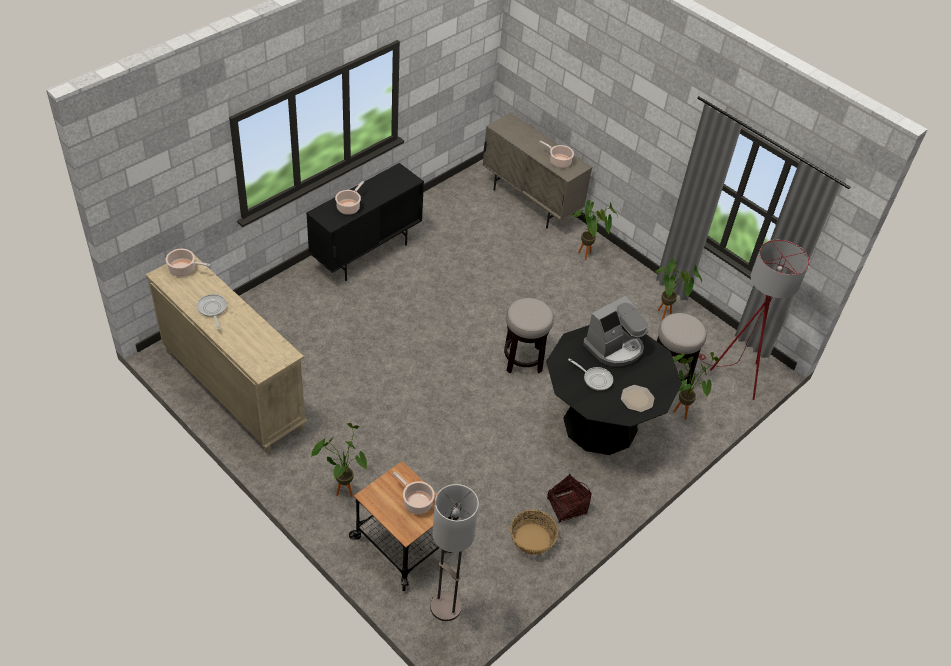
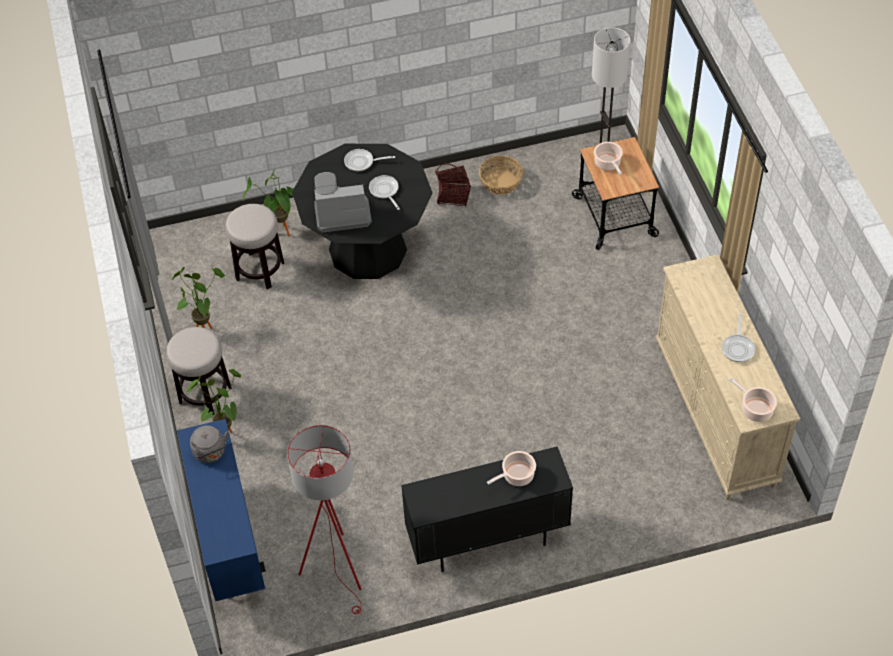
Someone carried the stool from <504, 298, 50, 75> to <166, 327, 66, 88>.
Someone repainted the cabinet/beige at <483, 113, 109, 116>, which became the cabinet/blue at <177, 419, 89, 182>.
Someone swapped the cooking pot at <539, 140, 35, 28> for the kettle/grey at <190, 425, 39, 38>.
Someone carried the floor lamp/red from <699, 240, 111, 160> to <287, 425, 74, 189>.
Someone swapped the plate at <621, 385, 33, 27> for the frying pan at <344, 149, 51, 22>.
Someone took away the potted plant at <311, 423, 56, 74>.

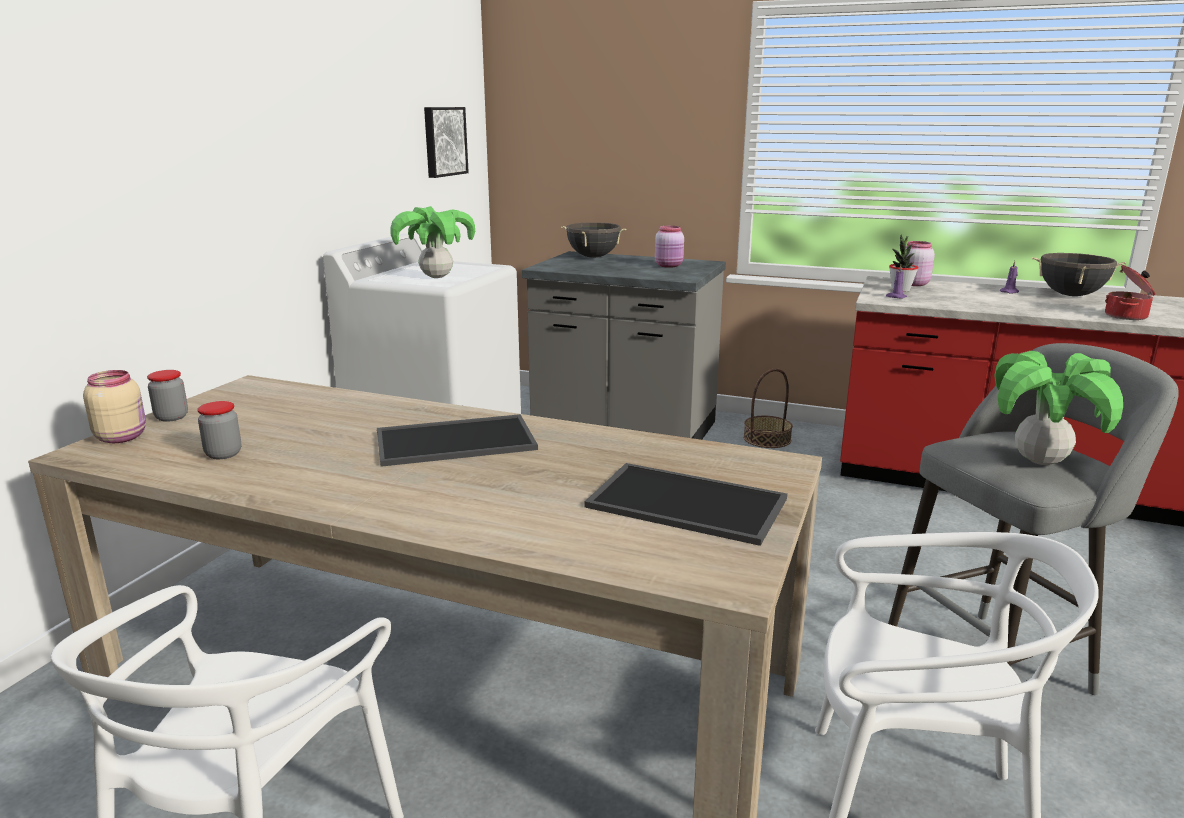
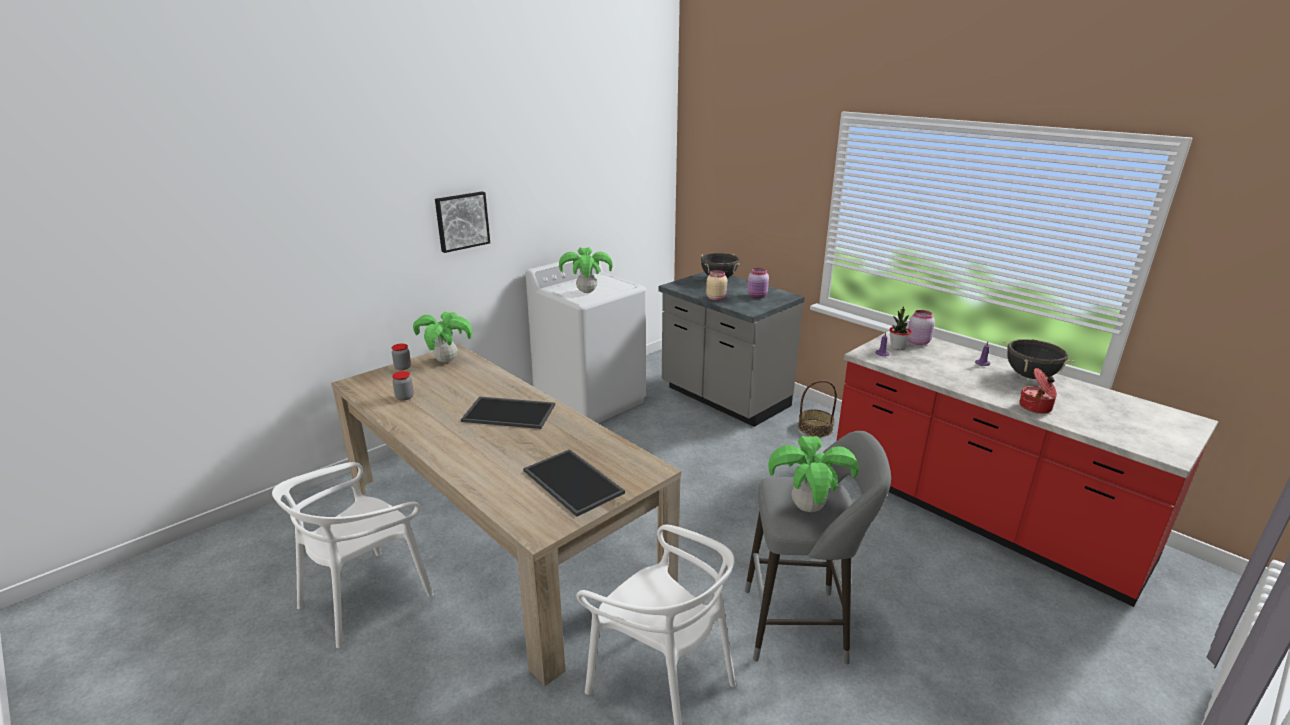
Someone put down the potted plant at <413, 312, 59, 51>.
Someone carried the picture from <424, 107, 45, 71> to <435, 192, 55, 61>.
Someone carried the jar/beige from <83, 370, 63, 73> to <706, 270, 21, 31>.

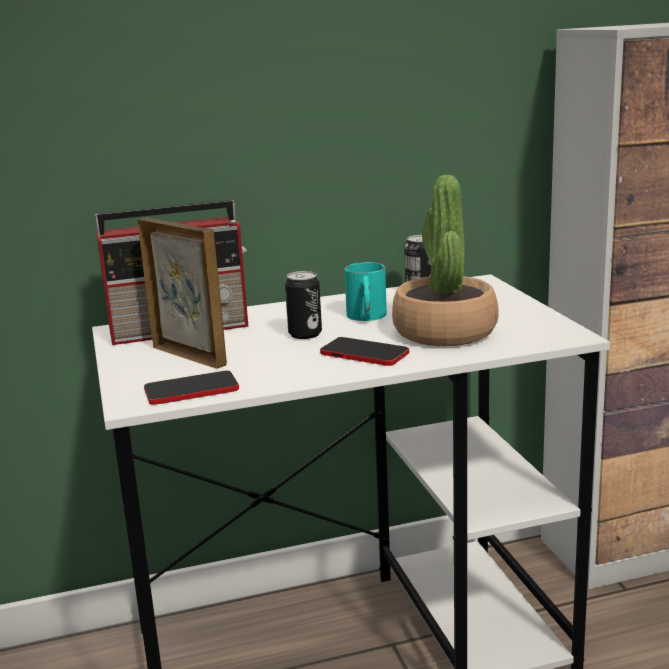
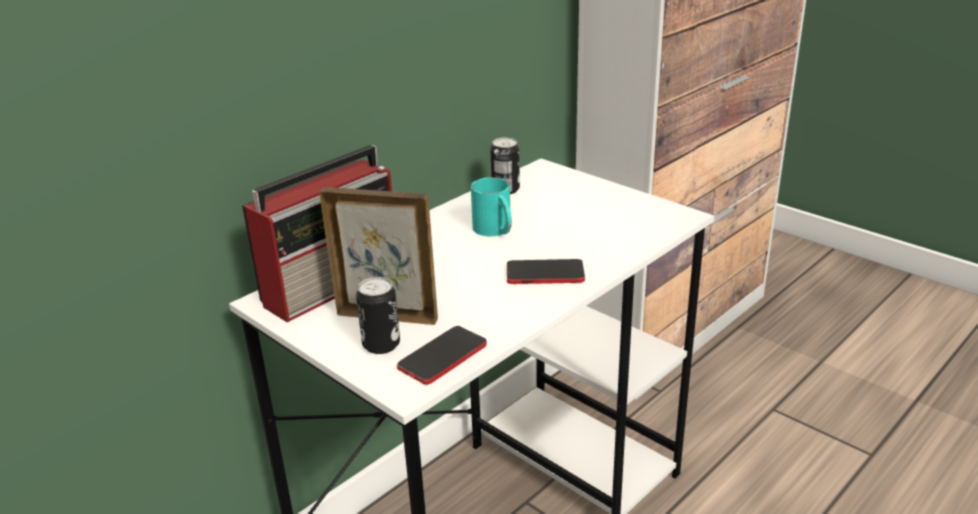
Someone carried the can from <285, 271, 37, 68> to <356, 277, 44, 77>.
Someone took away the potted plant at <392, 175, 107, 171>.

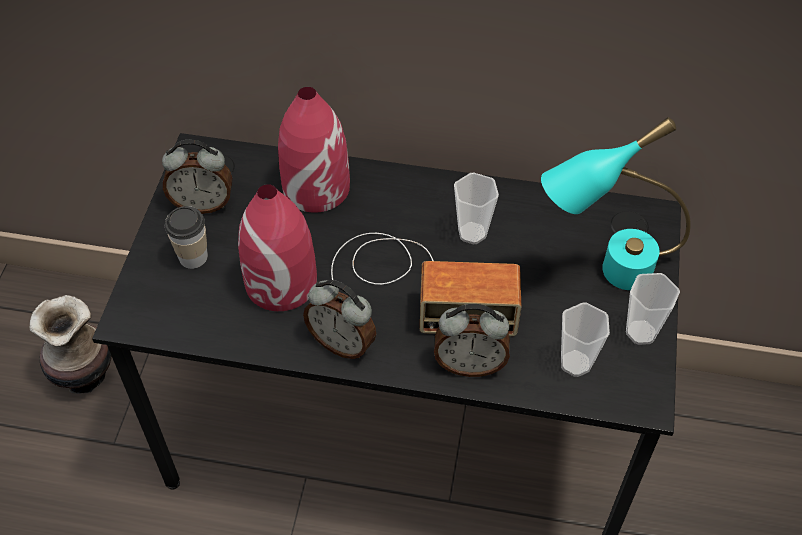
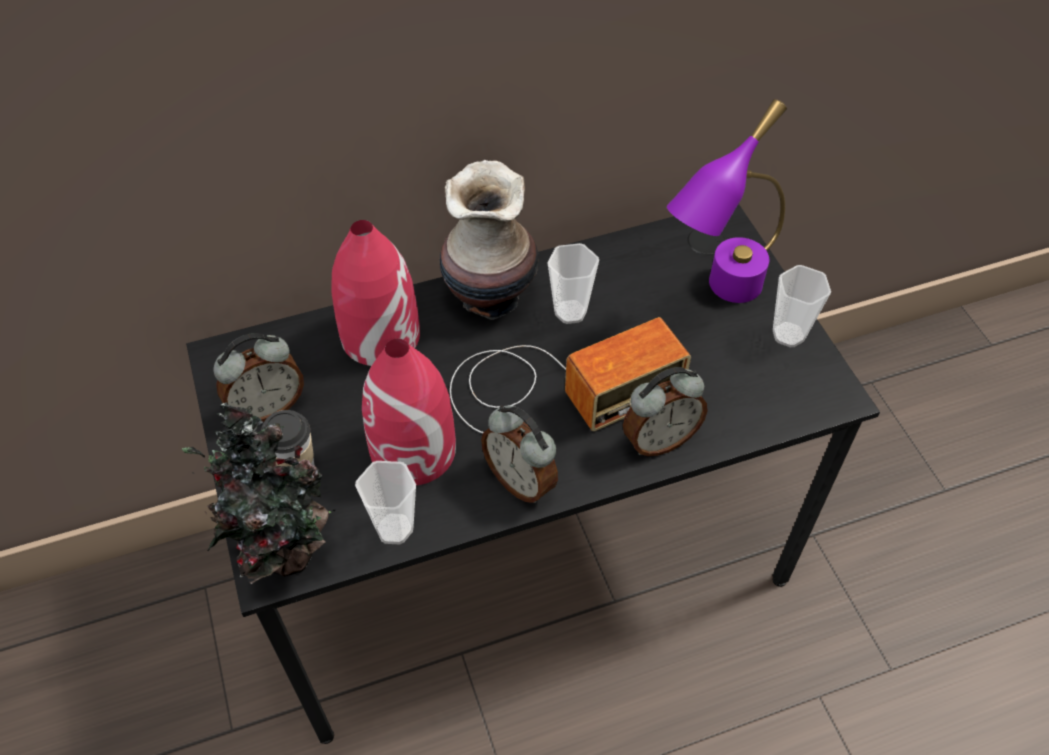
Someone put down the potted plant at <182, 401, 153, 183>.
Someone carried the cup from <561, 302, 49, 75> to <355, 461, 61, 84>.
Someone carried the vase from <30, 295, 82, 99> to <440, 160, 99, 160>.
Someone rotated the alarm clock at <303, 280, 73, 79> by 45 degrees clockwise.
Someone repainted the table lamp/turquoise at <541, 117, 150, 173>, which became the table lamp/purple at <667, 99, 120, 204>.

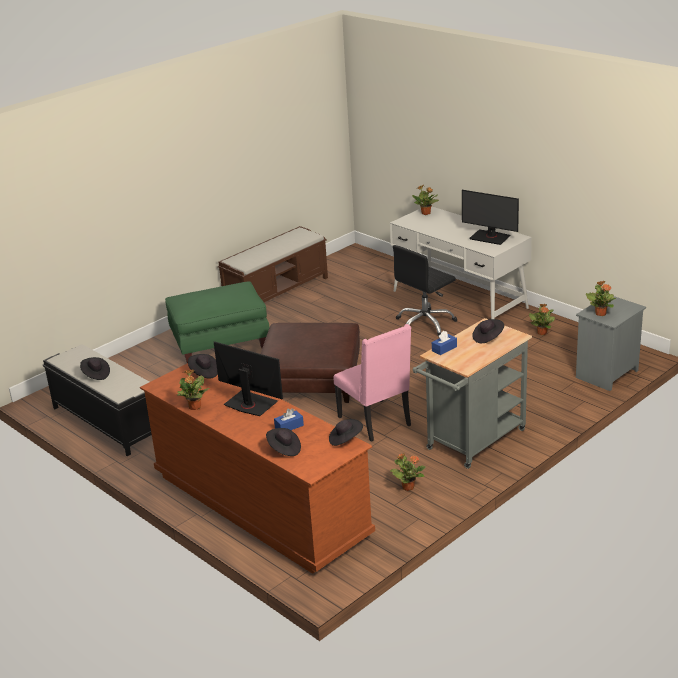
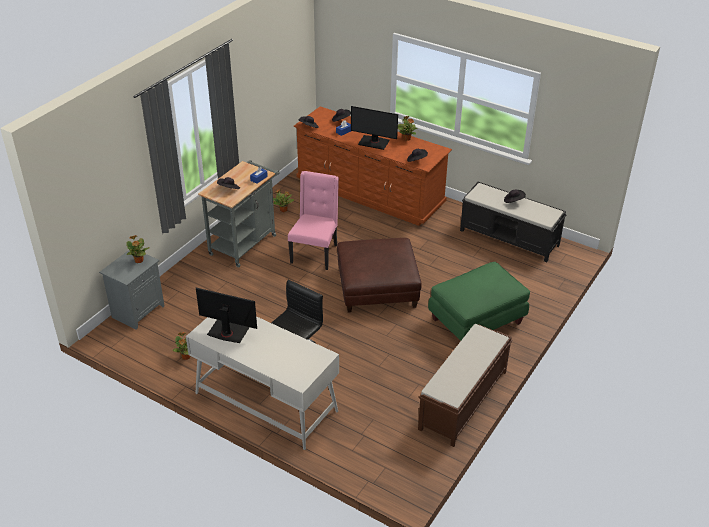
Someone rotated the chair/pink at <334, 324, 77, 117> by 60 degrees clockwise.
Someone took away the potted plant at <412, 185, 27, 30>.

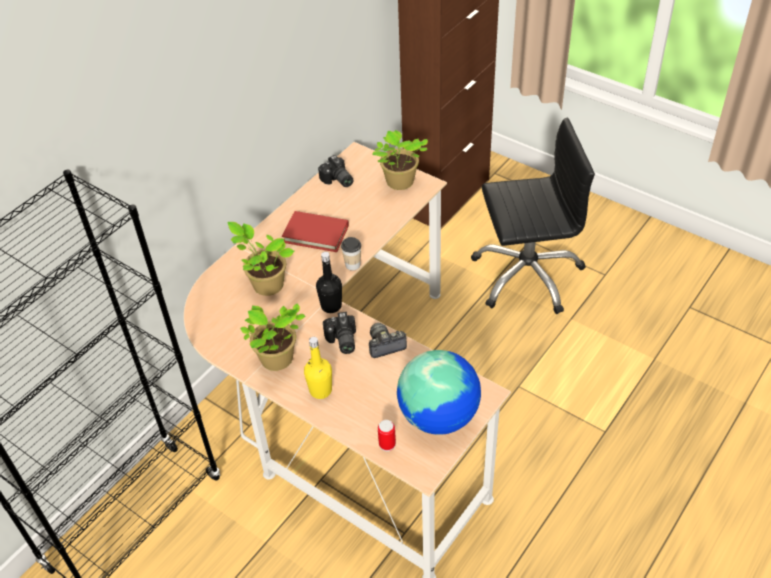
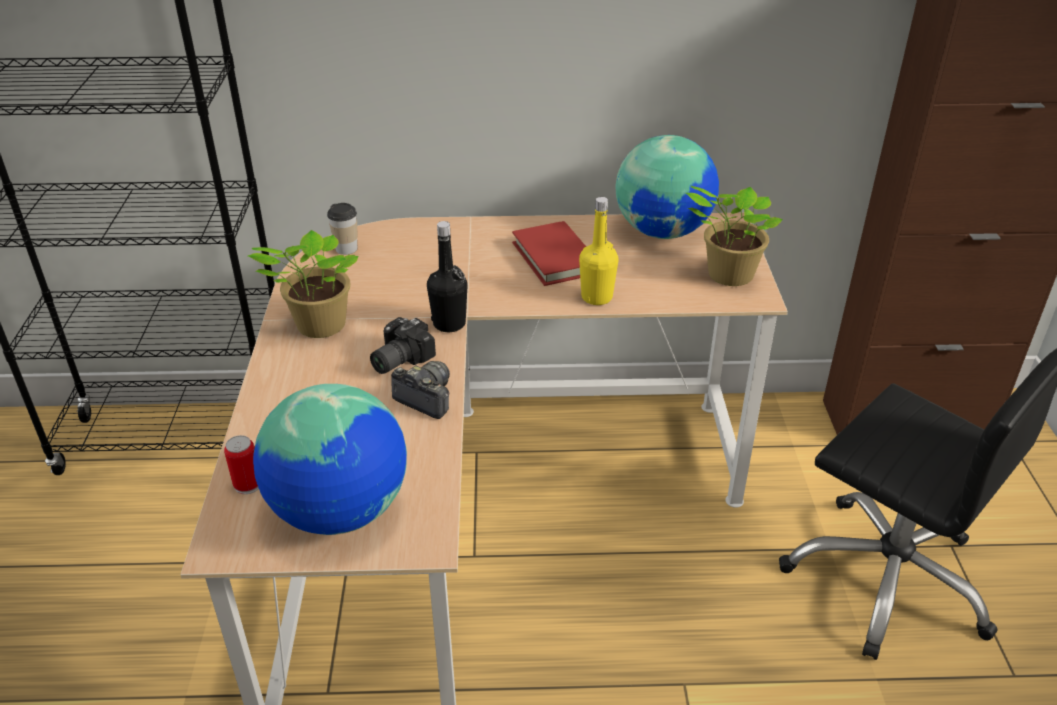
Someone carried the cup from <341, 237, 20, 34> to <327, 203, 31, 52>.
Someone carried the bottle/yellow from <304, 337, 28, 62> to <579, 197, 39, 108>.
Someone swapped the photo camera at <318, 155, 35, 32> for the globe at <616, 135, 103, 104>.
Someone took away the potted plant at <228, 222, 67, 74>.

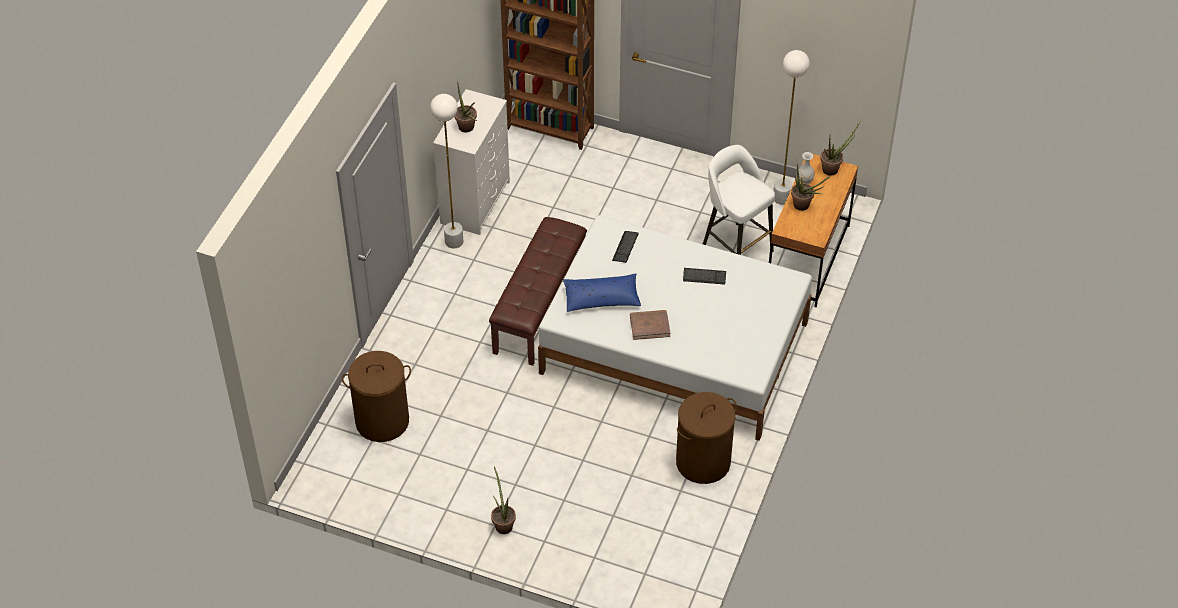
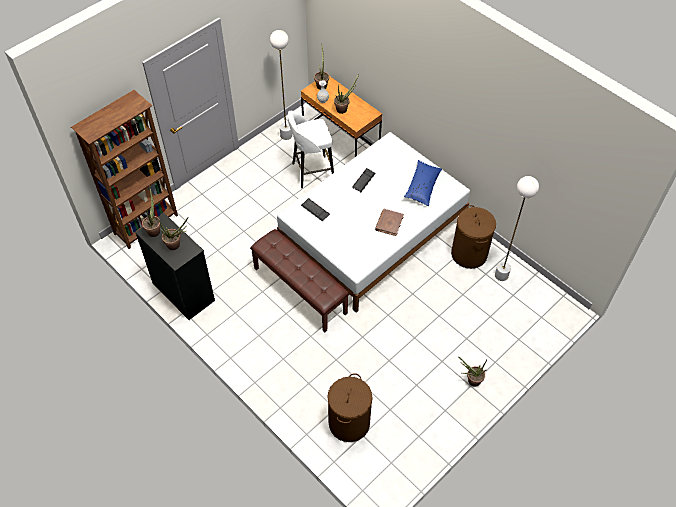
Someone repainted the dresser/white at <433, 89, 77, 146>, which became the dresser/black at <135, 213, 80, 107>.
Someone put down the potted plant at <142, 186, 18, 51>.
Someone carried the pillow/blue from <563, 273, 78, 39> to <404, 160, 38, 46>.
Someone carried the floor lamp/white from <430, 94, 33, 154> to <495, 176, 44, 105>.

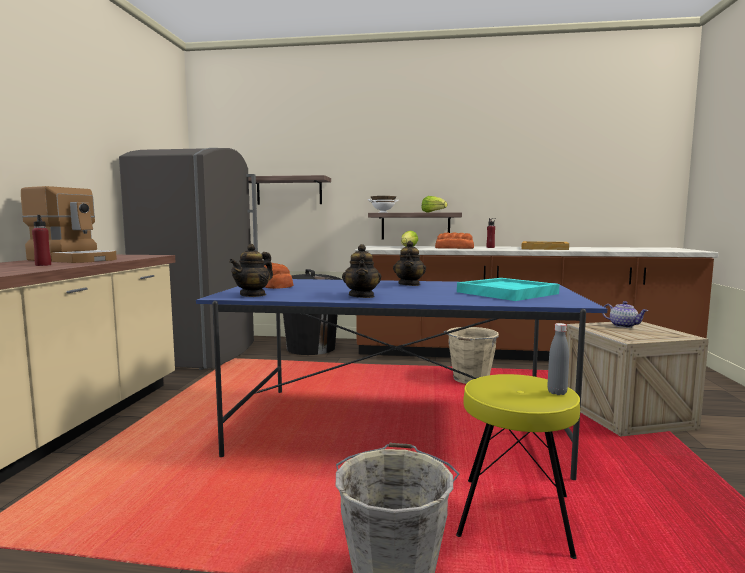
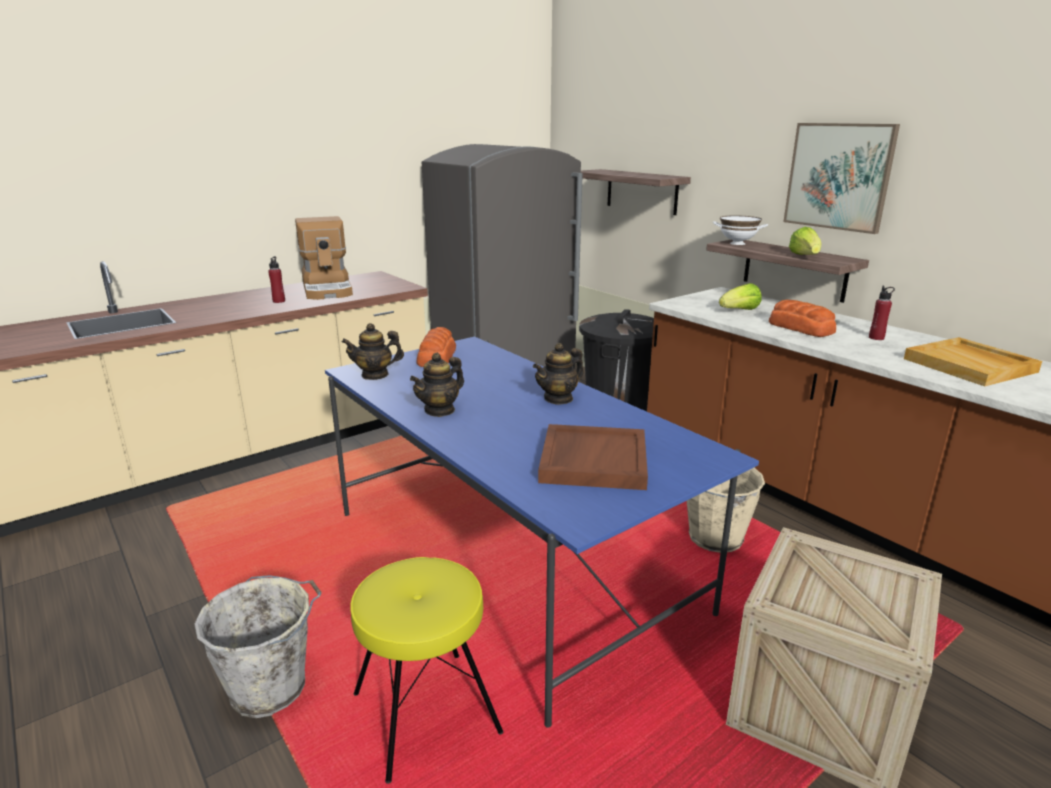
Someone repainted the tray/turquoise at <457, 278, 103, 23>, which became the tray/brown at <538, 424, 110, 66>.
Someone put up the picture at <783, 123, 117, 111>.
Someone took away the bottle/grey at <547, 323, 22, 72>.
Someone took away the teapot at <602, 301, 46, 27>.

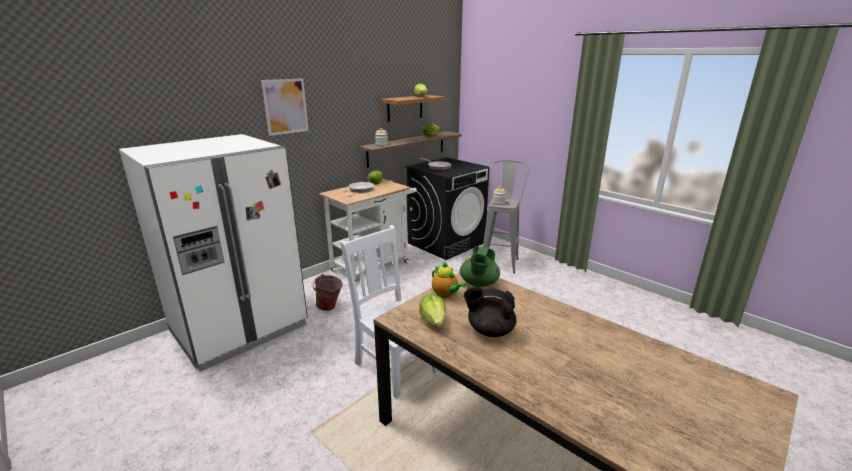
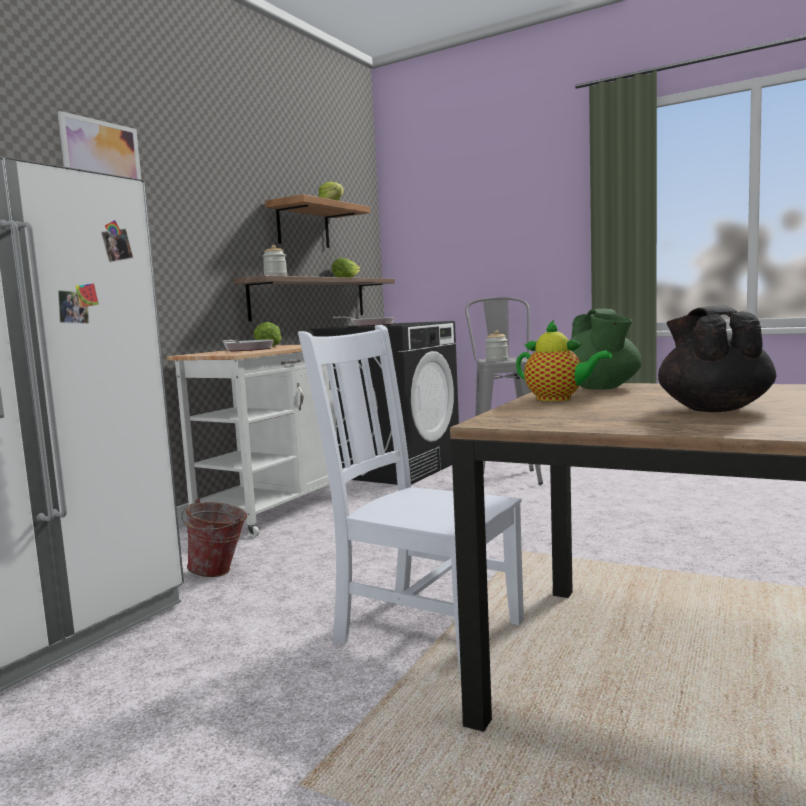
Someone rotated the teapot/black at <464, 287, 52, 50> by 90 degrees clockwise.
Someone took away the lettuce at <419, 294, 27, 33>.

